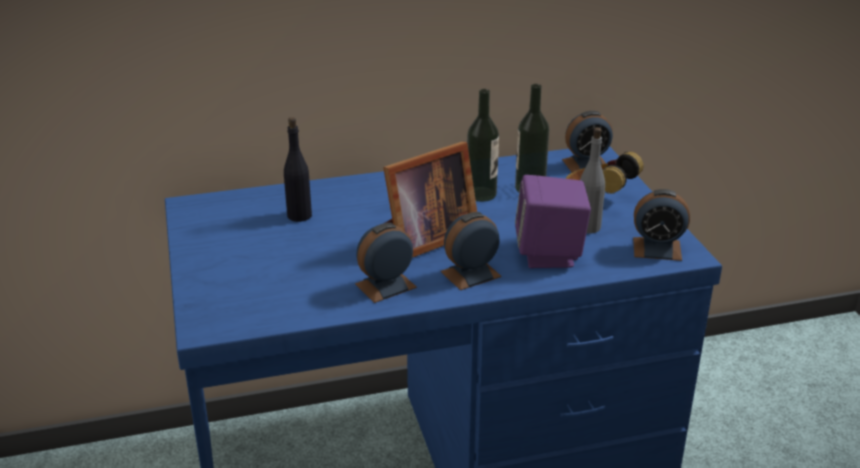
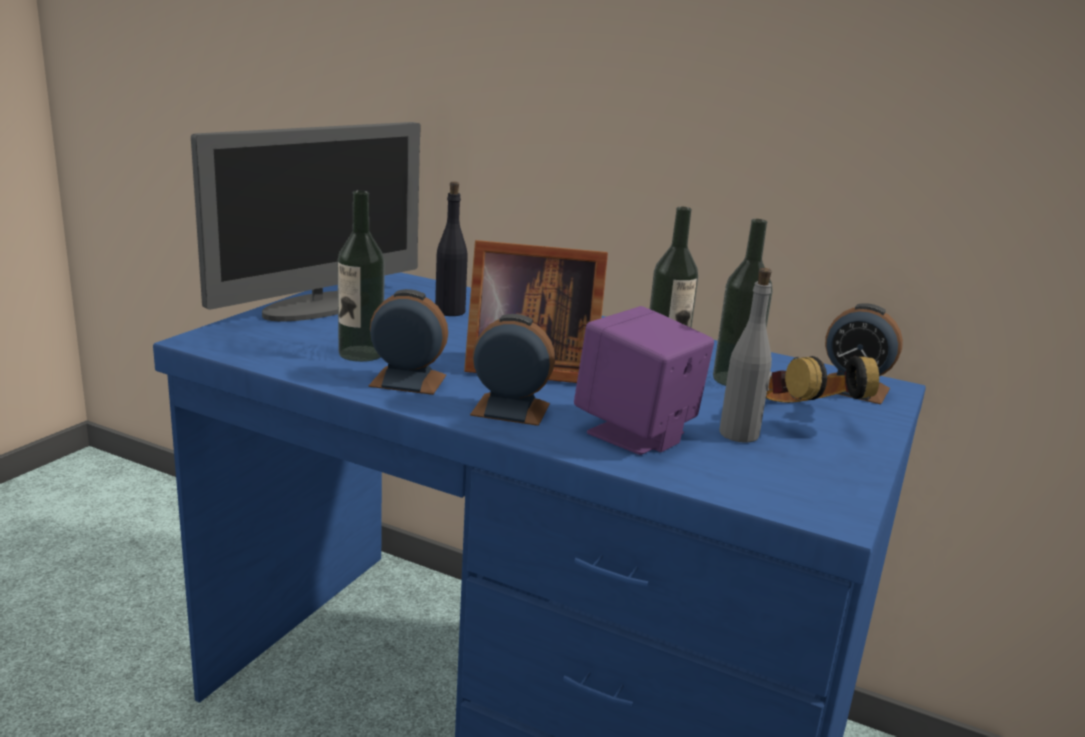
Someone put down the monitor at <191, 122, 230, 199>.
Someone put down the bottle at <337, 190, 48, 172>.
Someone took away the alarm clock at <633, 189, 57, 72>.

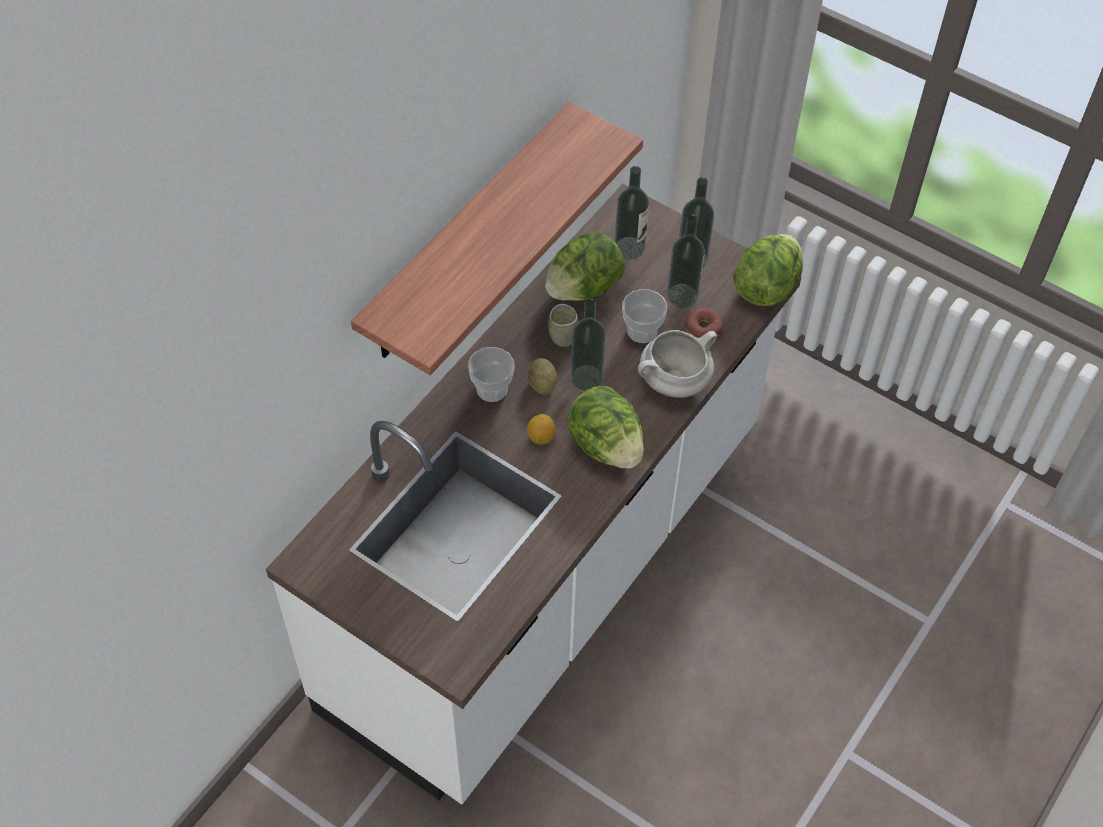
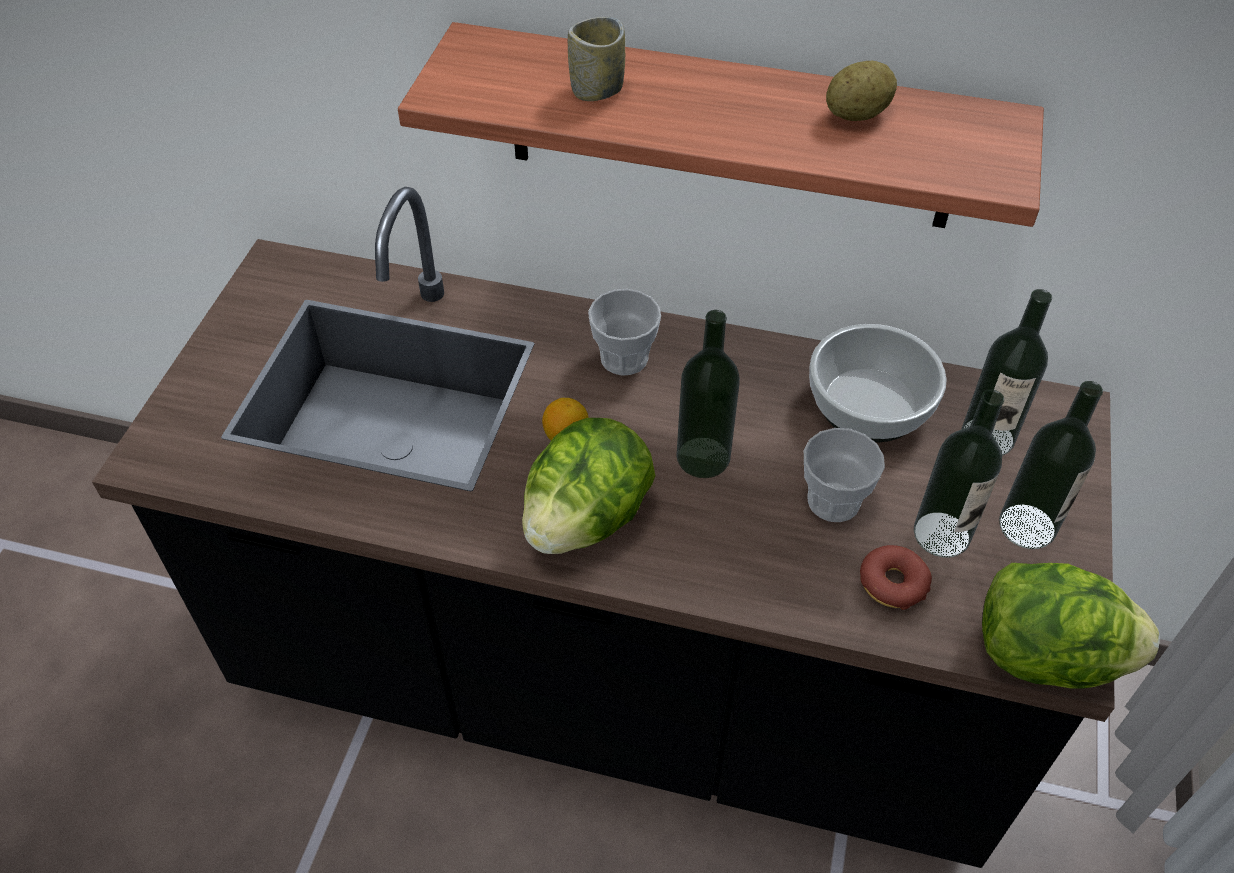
Someone repainted the counter/white at <266, 184, 536, 620>, which became the counter/black at <92, 187, 1023, 681>.
Someone carried the cup from <548, 304, 30, 43> to <568, 17, 57, 84>.
Someone swapped the lettuce at <545, 232, 80, 69> for the bowl at <809, 324, 138, 118>.
Someone carried the potato from <528, 358, 30, 37> to <826, 61, 71, 60>.
Someone took away the cooking pot/white at <638, 330, 79, 68>.

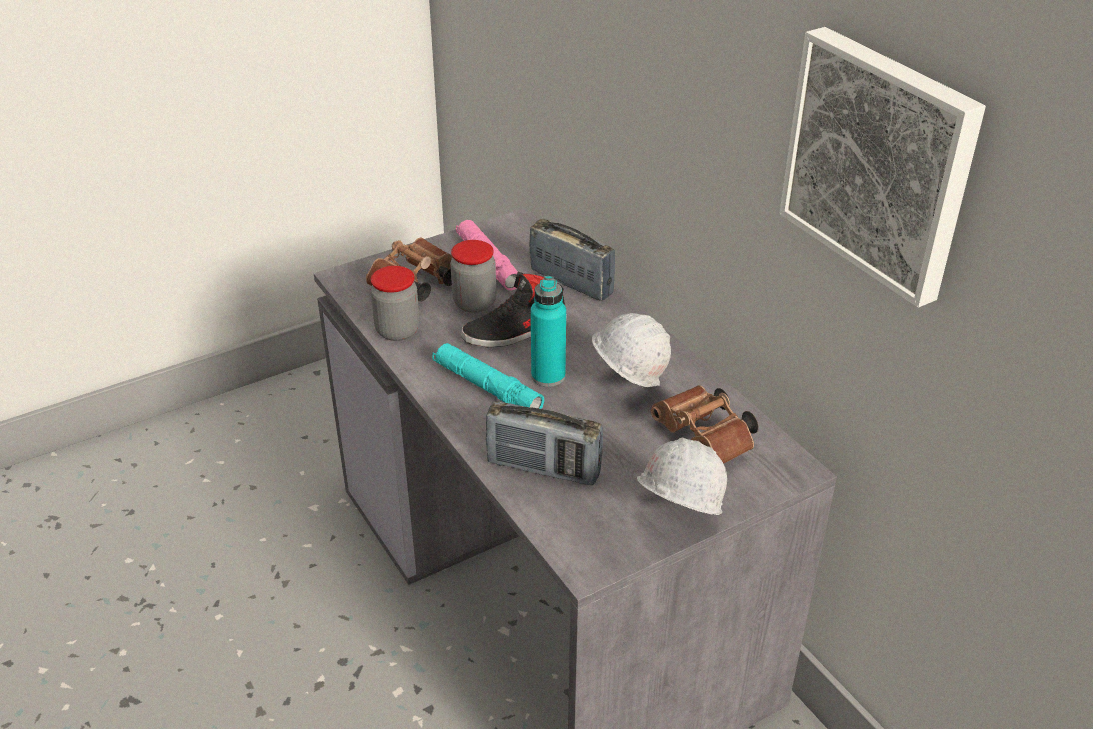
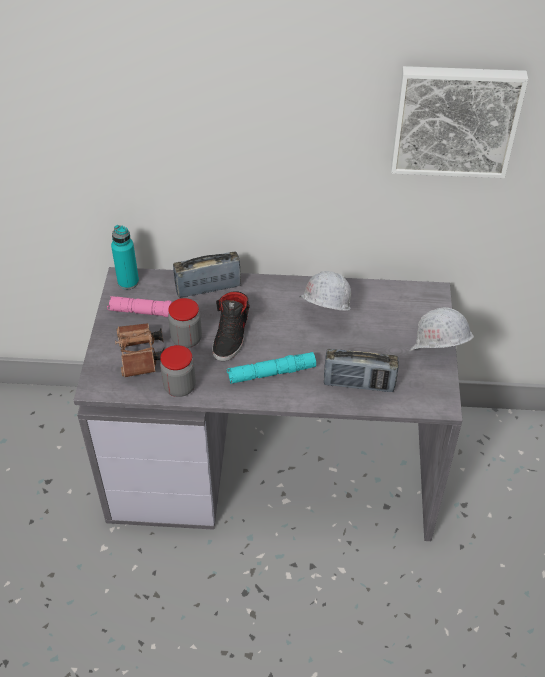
Someone carried the bottle/turquoise from <531, 276, 35, 111> to <111, 225, 28, 64>.
Someone rotated the radio at <486, 401, 117, 84> by 45 degrees clockwise.
Someone took away the binoculars/brown at <651, 385, 107, 79>.

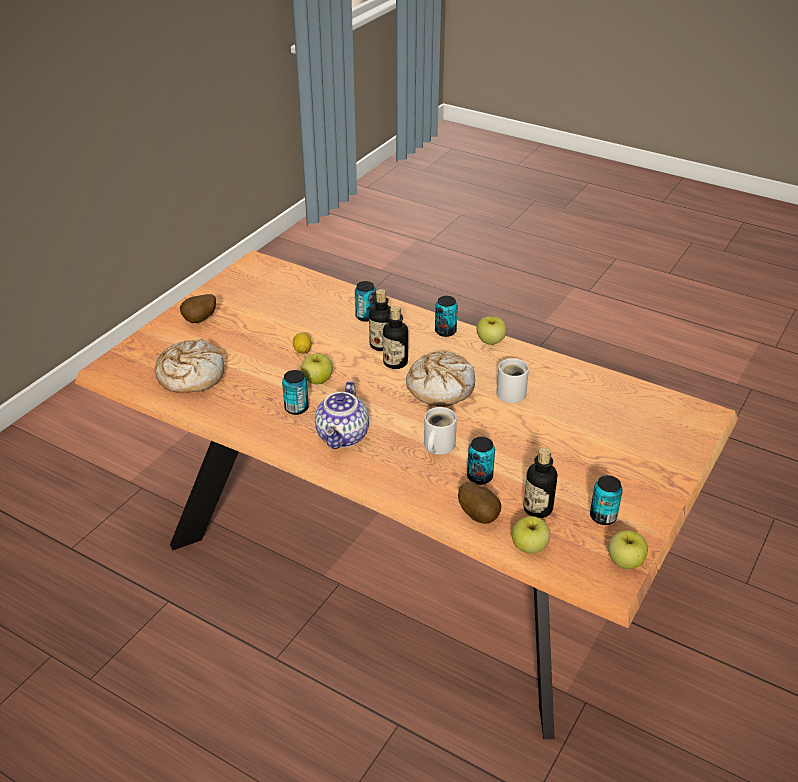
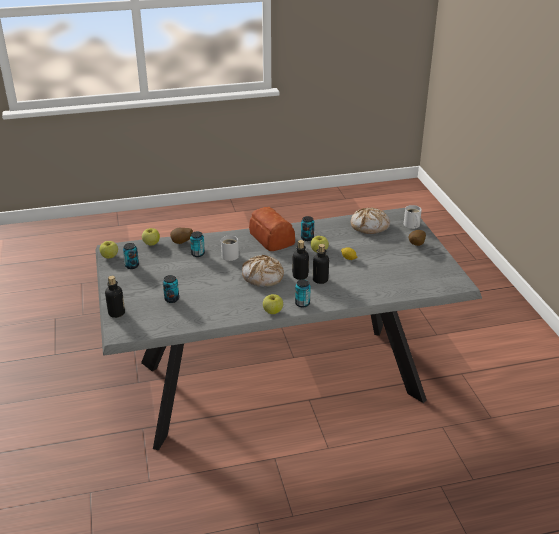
Someone repainted the dining table/brown at <75, 250, 663, 489>, which became the dining table/grey at <96, 208, 386, 242>.
Someone carried the bottle from <523, 447, 34, 71> to <105, 276, 20, 42>.
Someone carried the can from <355, 281, 21, 41> to <163, 275, 16, 28>.
Someone swapped the teapot at <315, 381, 54, 68> for the bread at <249, 207, 46, 44>.
Someone carried the mug/white from <496, 358, 33, 45> to <404, 205, 18, 24>.

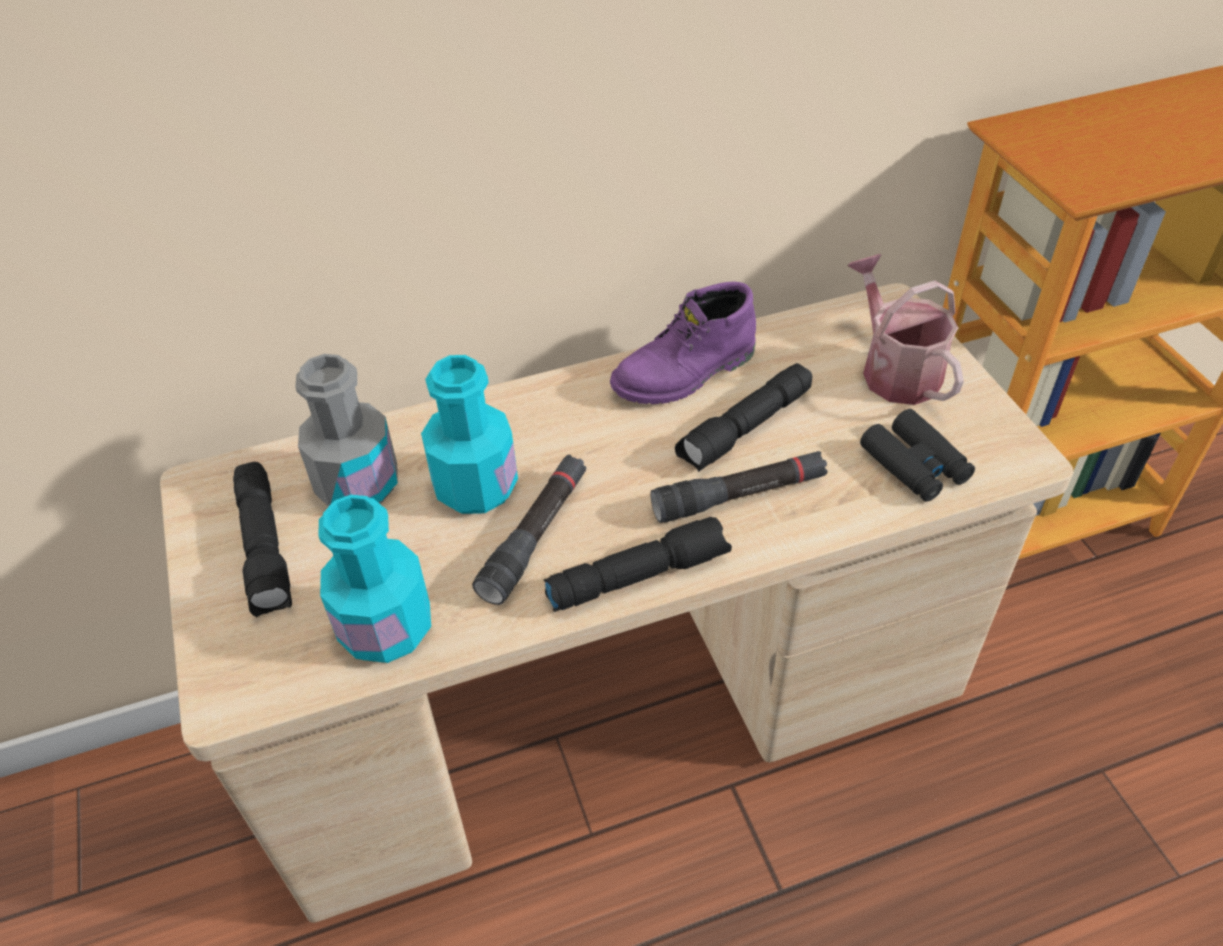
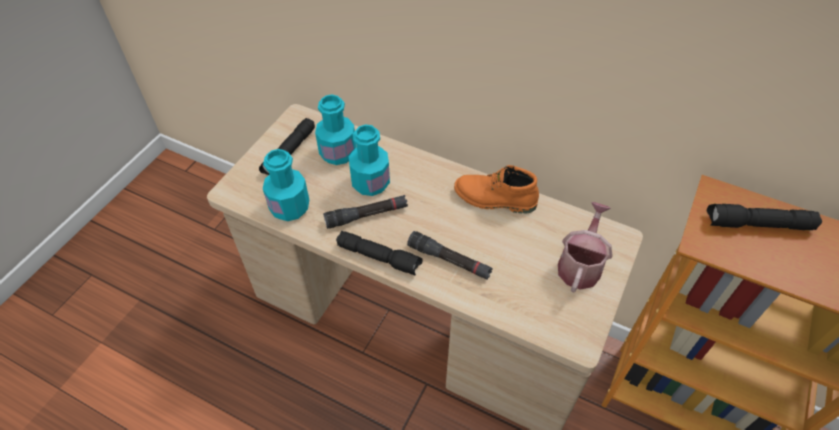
Someone repainted the bottle/grey at <295, 354, 103, 153>, which became the bottle/turquoise at <315, 95, 41, 70>.
Someone repainted the boot/purple at <610, 282, 146, 122>, which became the boot/orange at <454, 165, 85, 49>.
Someone carried the flashlight/black from <675, 363, 137, 109> to <707, 204, 115, 26>.
Someone took away the binoculars/black at <860, 409, 115, 93>.

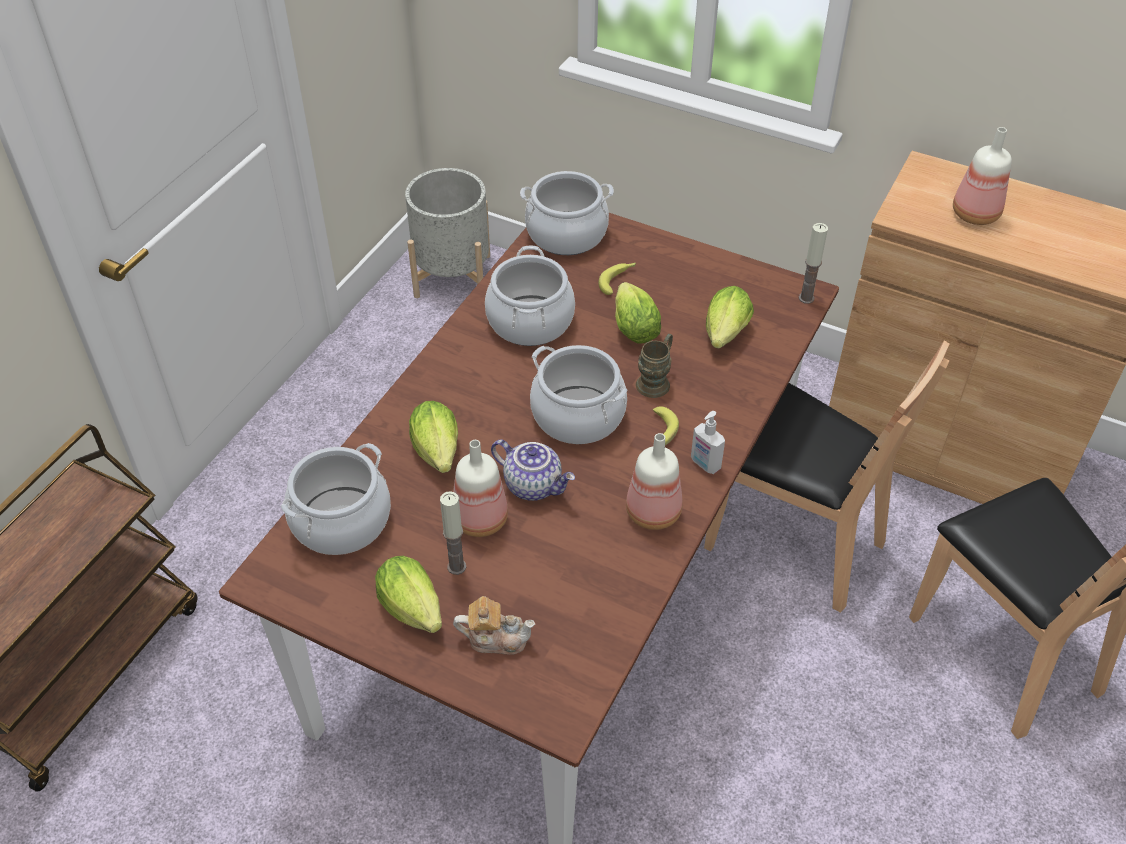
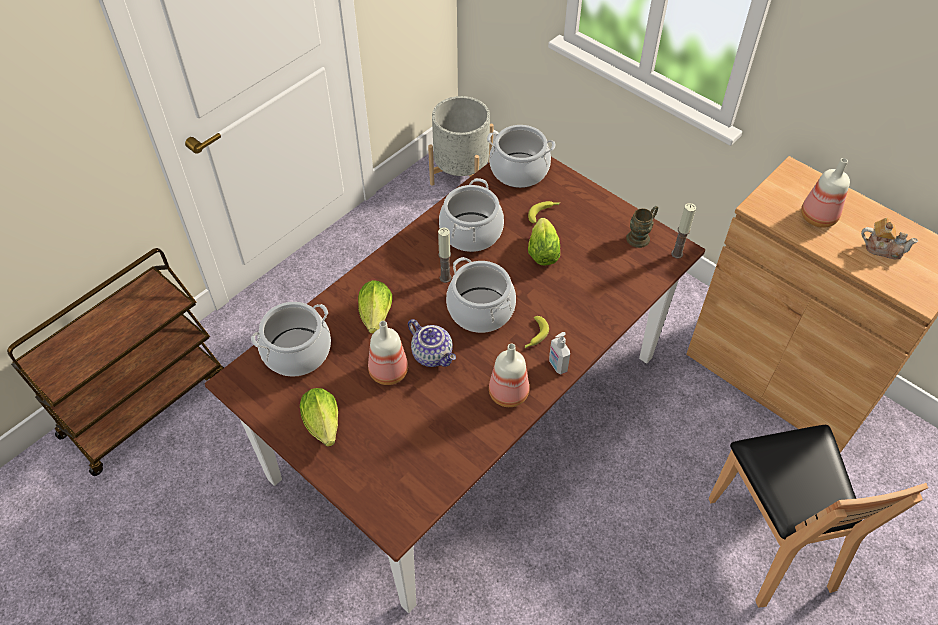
Someone carried the candle from <440, 491, 26, 84> to <438, 227, 13, 56>.
Someone carried the mug/brown from <636, 334, 37, 64> to <626, 206, 32, 42>.
Someone carried the teapot from <453, 596, 82, 59> to <861, 218, 57, 41>.
Someone took away the chair/brown at <704, 340, 246, 273>.
Someone took away the lettuce at <706, 286, 48, 63>.

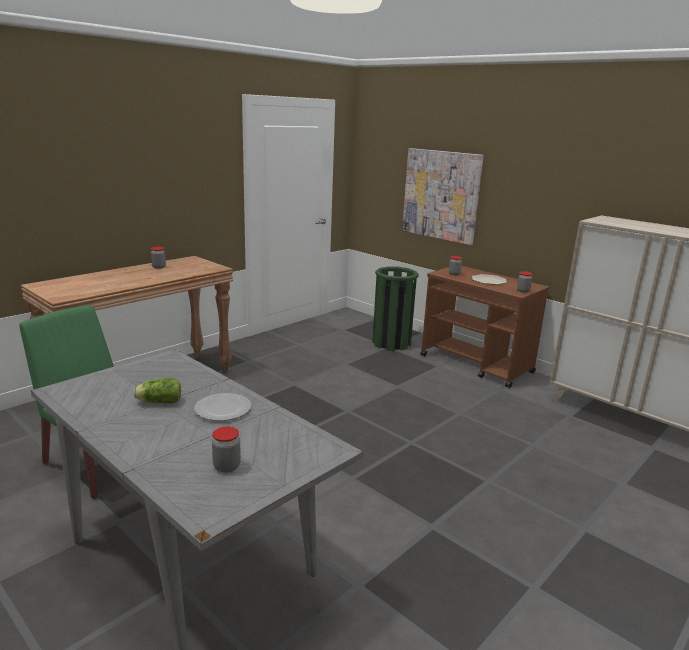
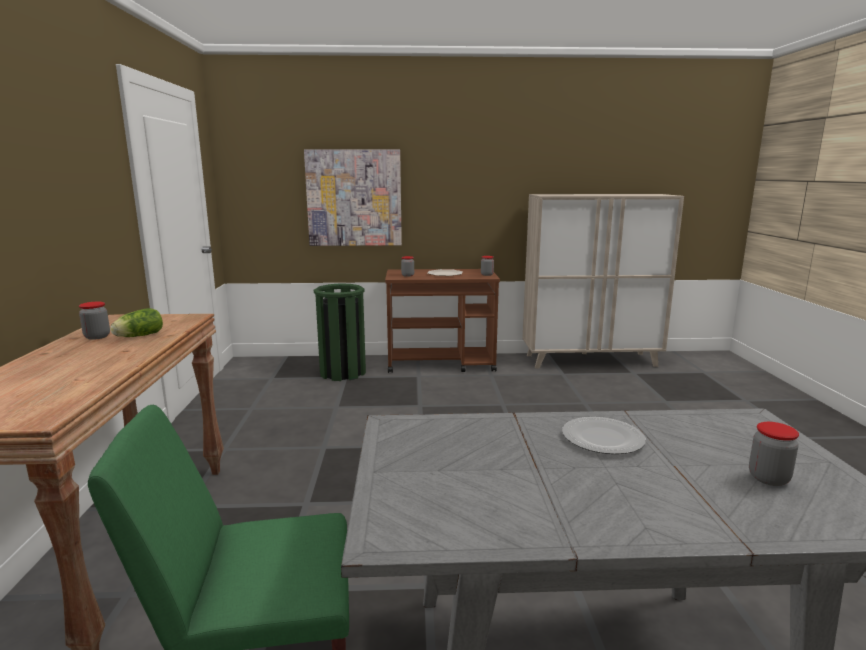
Someone carried the lettuce from <134, 378, 47, 25> to <110, 308, 53, 29>.

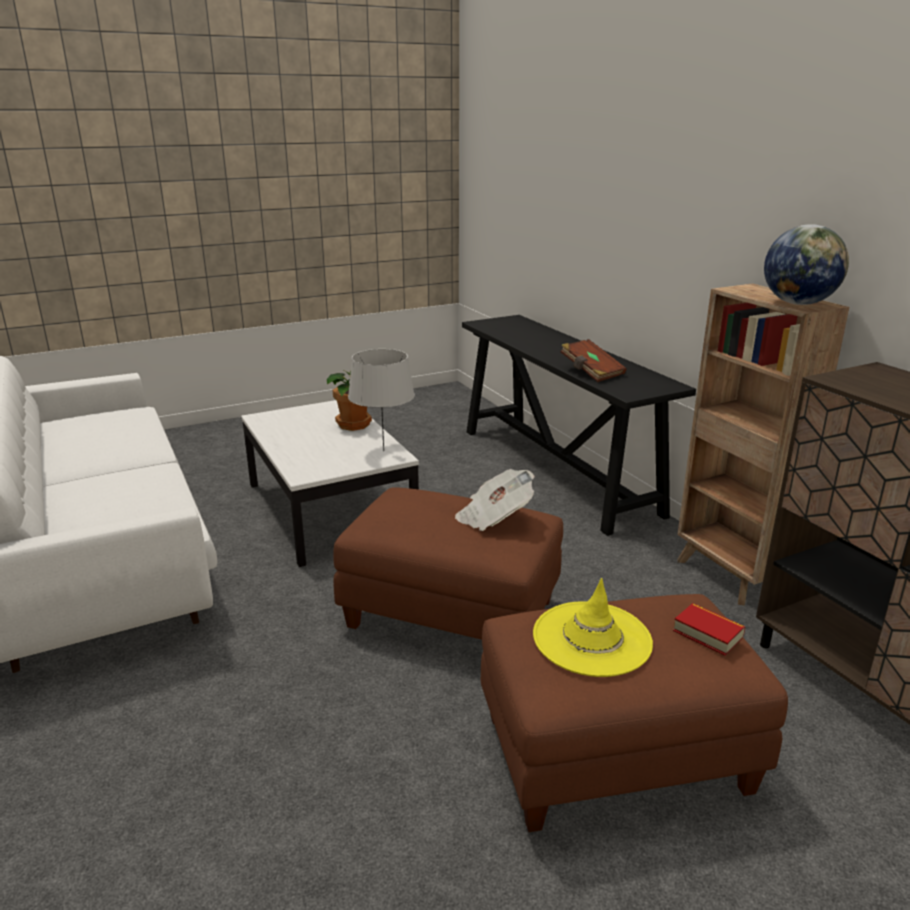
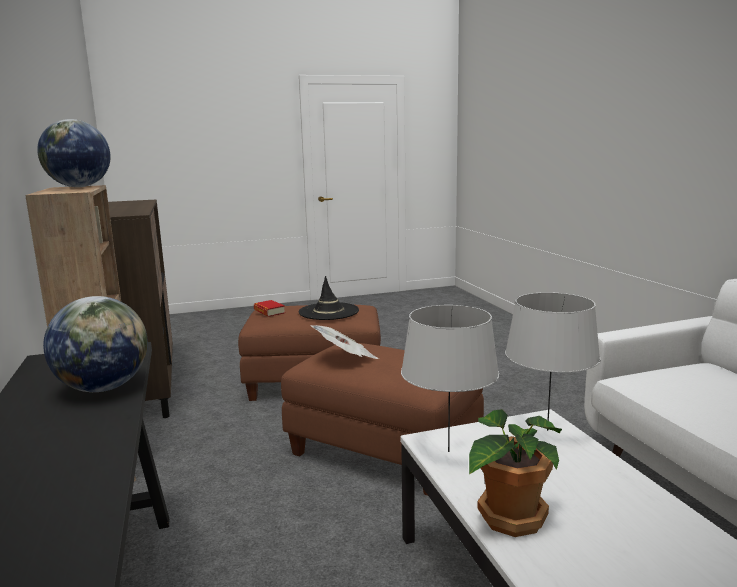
Someone swapped the book/brown at <560, 339, 67, 43> for the globe at <43, 296, 105, 96>.
Someone repainted the hat/yellow at <533, 578, 120, 99>, which became the hat/black at <299, 276, 60, 44>.
Someone put down the table lamp/grey at <505, 292, 96, 139>.

